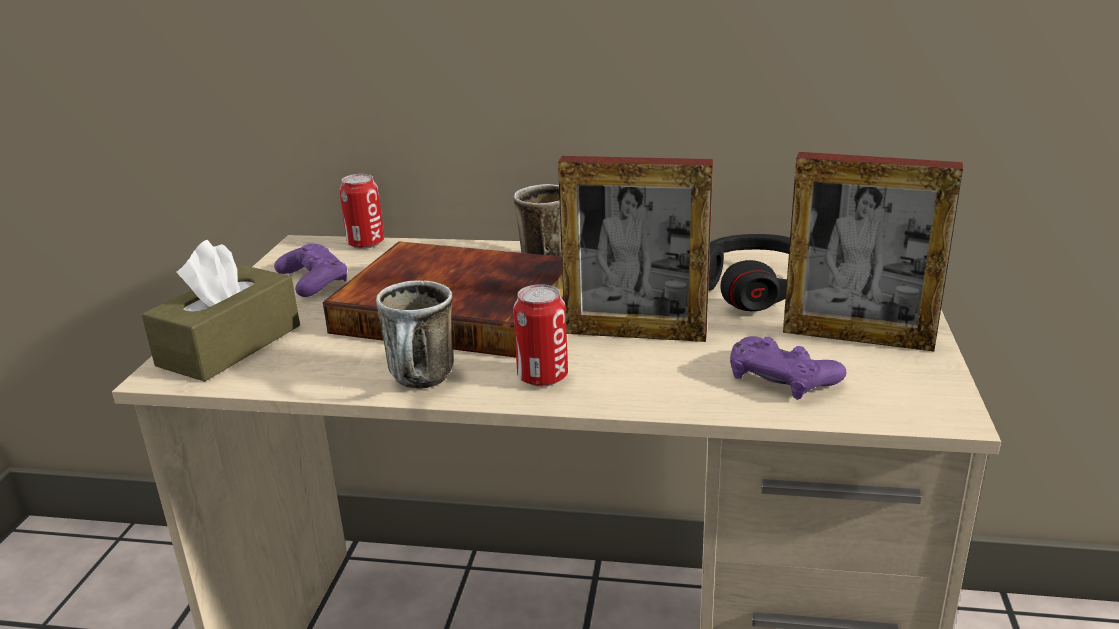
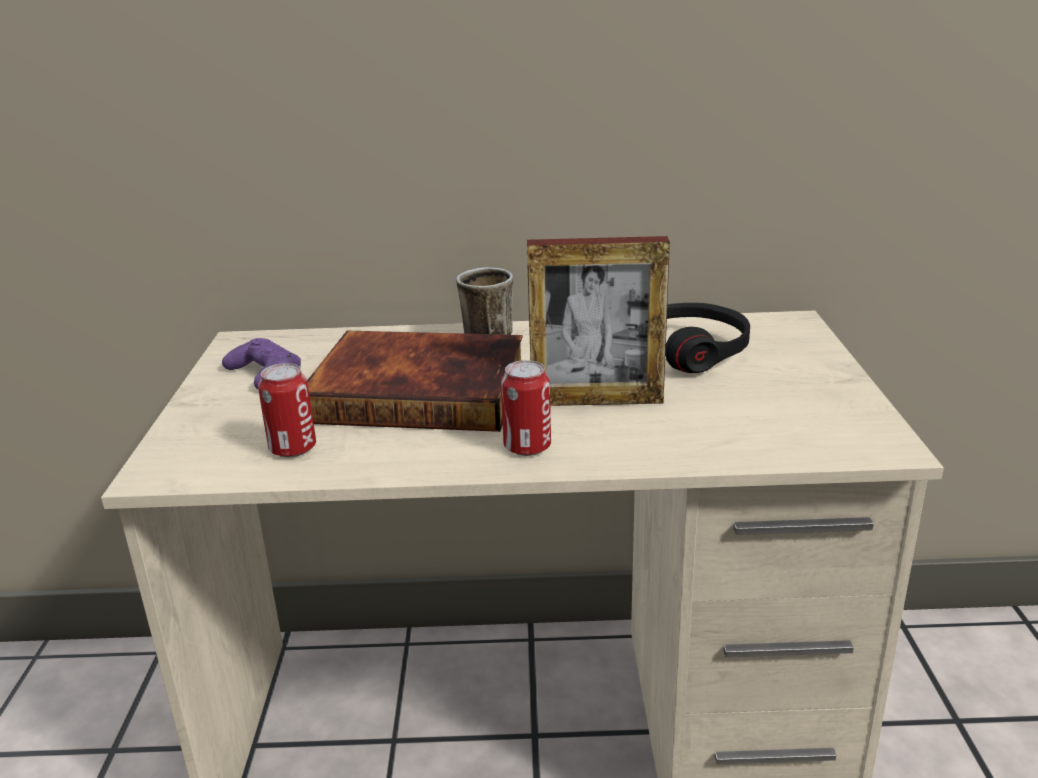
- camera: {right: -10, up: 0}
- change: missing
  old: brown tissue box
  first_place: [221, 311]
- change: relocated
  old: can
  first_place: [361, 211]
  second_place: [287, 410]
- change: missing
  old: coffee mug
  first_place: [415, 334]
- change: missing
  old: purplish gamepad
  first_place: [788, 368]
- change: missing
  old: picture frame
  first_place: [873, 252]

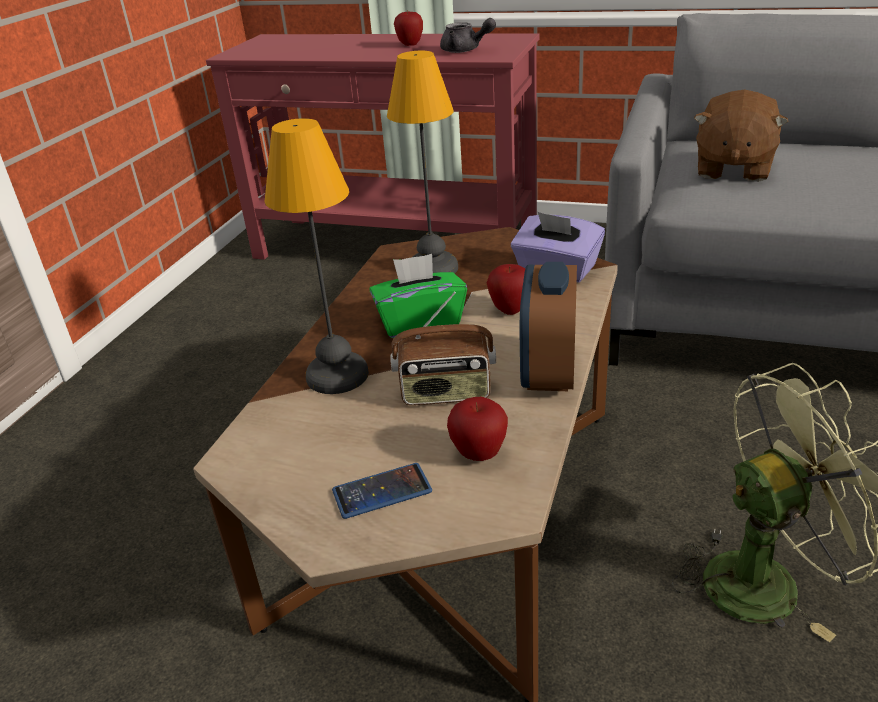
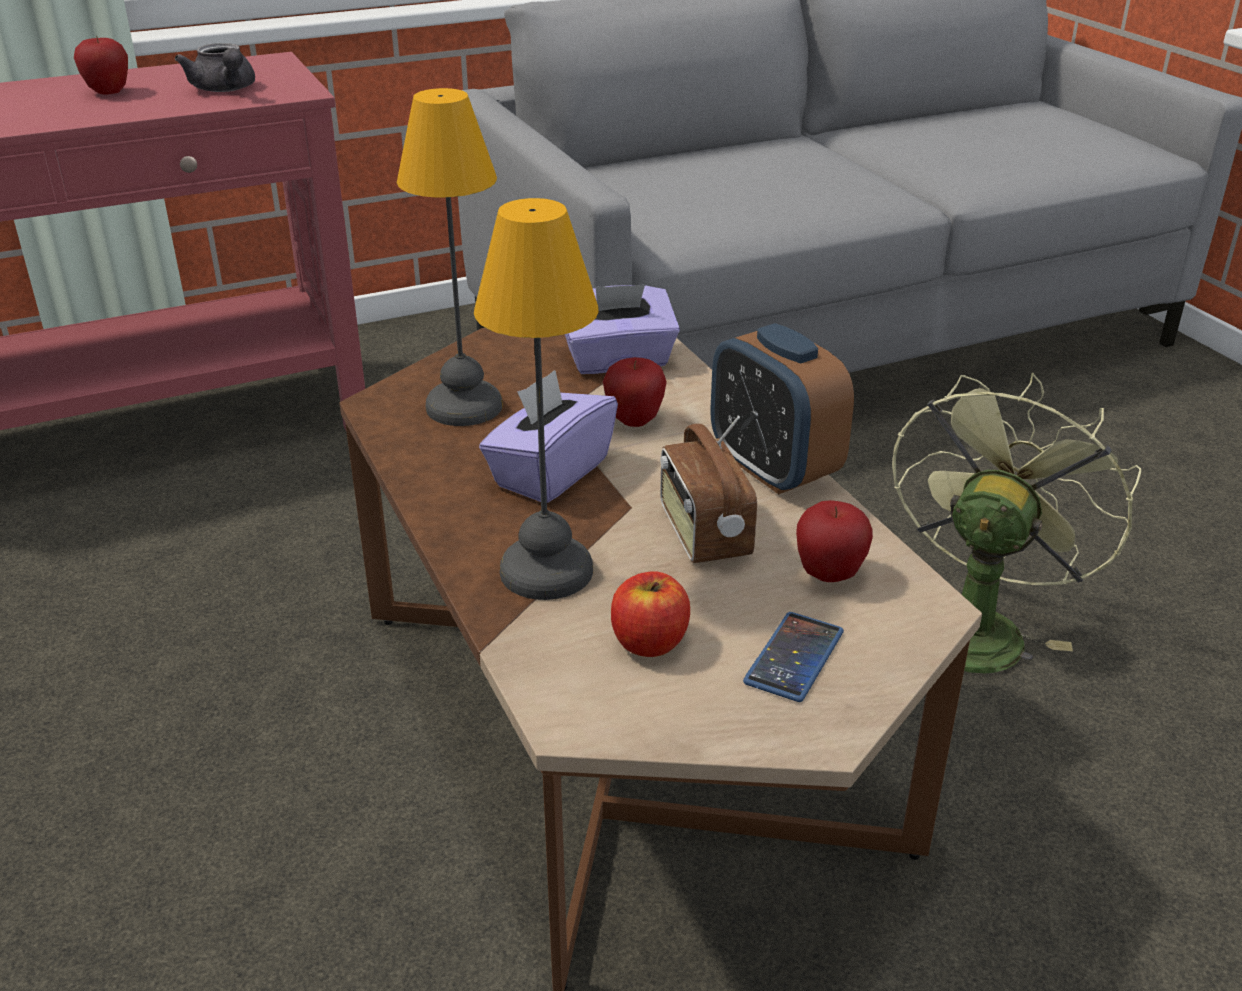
- camera: {right: -45, up: 0}
- change: colour
  old: green tissue box
  new: purplish tissue box
  first_place: [418, 296]
  second_place: [548, 436]
- change: spun
  old: radio
  first_place: [443, 348]
  second_place: [708, 489]
  degrees: 120
- change: spun
  old: greyish teapot
  first_place: [468, 35]
  second_place: [215, 67]
  degrees: 75
- change: missing
  old: brown cuddly toy
  first_place: [741, 136]
- change: appeared
  new: apple fruit
  second_place: [650, 614]

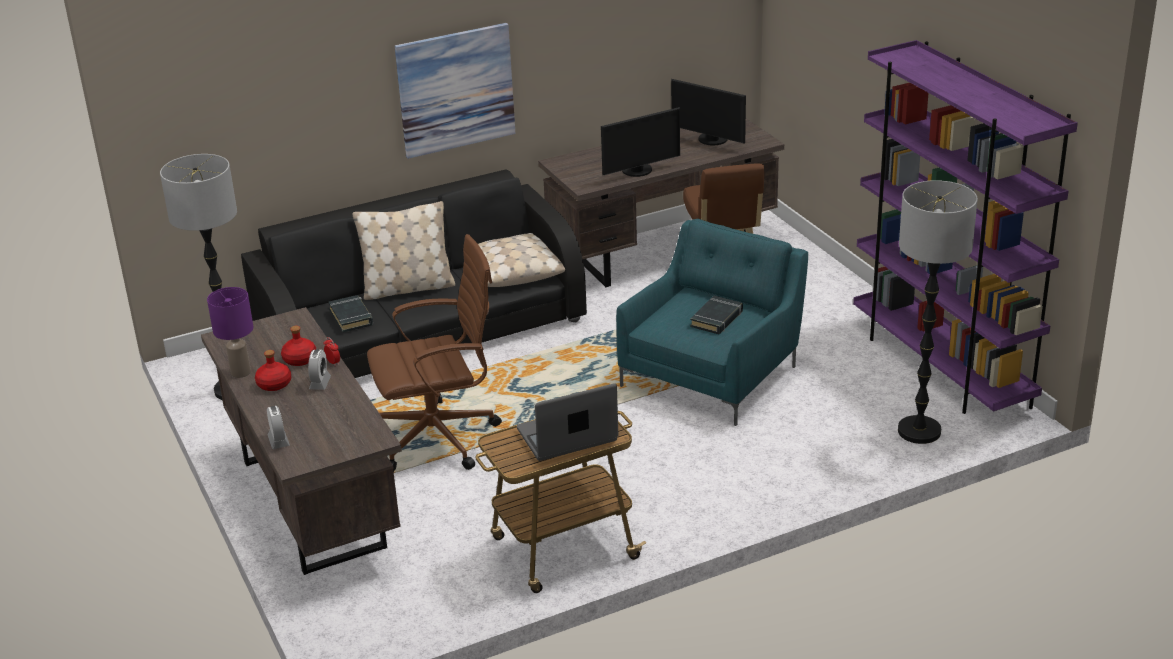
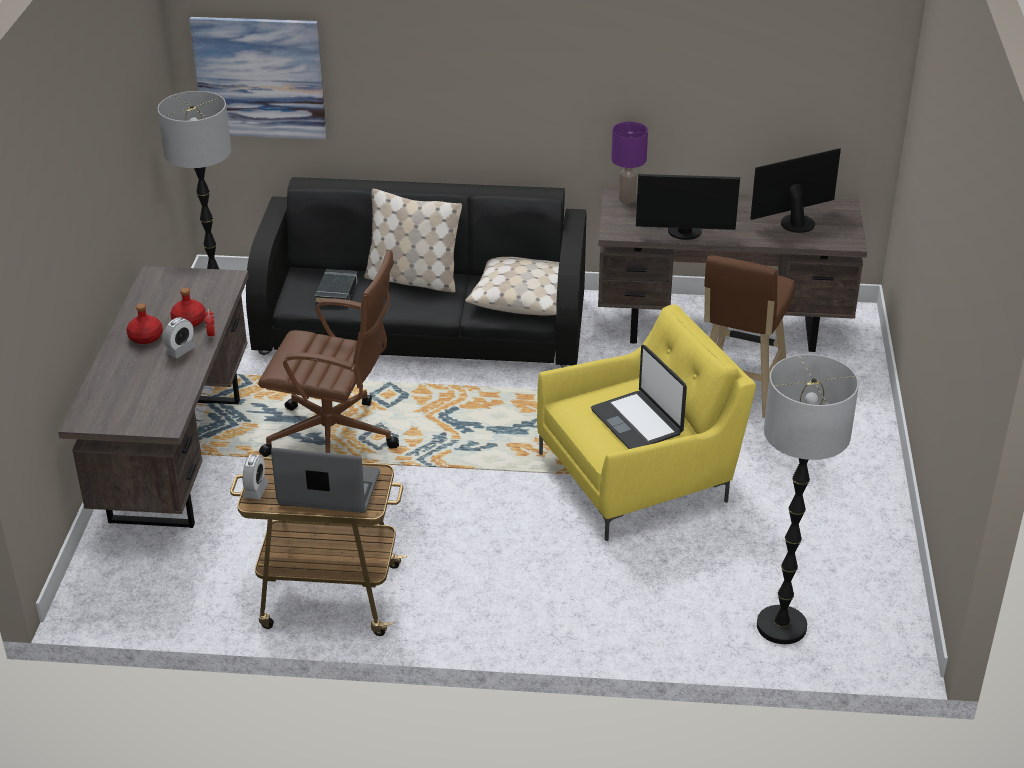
- camera: {right: 30, up: 5}
- change: relocated
  old: purplish lamp for a table
  first_place: [230, 332]
  second_place: [629, 162]
- change: relocated
  old: table clock
  first_place: [278, 427]
  second_place: [256, 476]
- change: relocated
  old: wall art
  first_place: [455, 91]
  second_place: [258, 78]
- change: colour
  old: blue-green armchair
  new: yellow armchair
  first_place: [712, 322]
  second_place: [646, 422]
- change: spun
  old: monitor
  first_place: [708, 112]
  second_place: [795, 191]
  degrees: 90
- change: exchanged
  old: black-coloured book
  new: portable computer
  first_place: [716, 315]
  second_place: [639, 397]
- change: missing
  old: purplish shelving unit
  first_place: [965, 227]

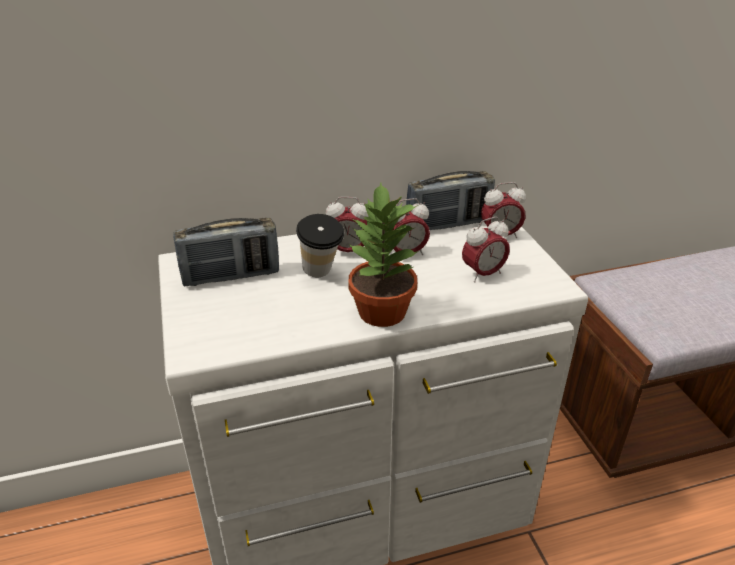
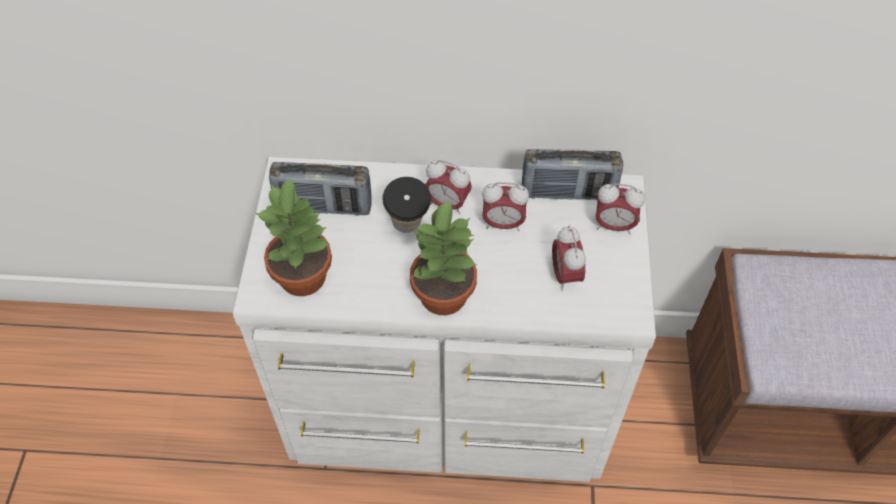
- camera: {right: 20, up: 20}
- change: spun
  old: table clock
  first_place: [486, 250]
  second_place: [569, 258]
  degrees: 90
- change: appeared
  new: potted plant
  second_place: [293, 236]

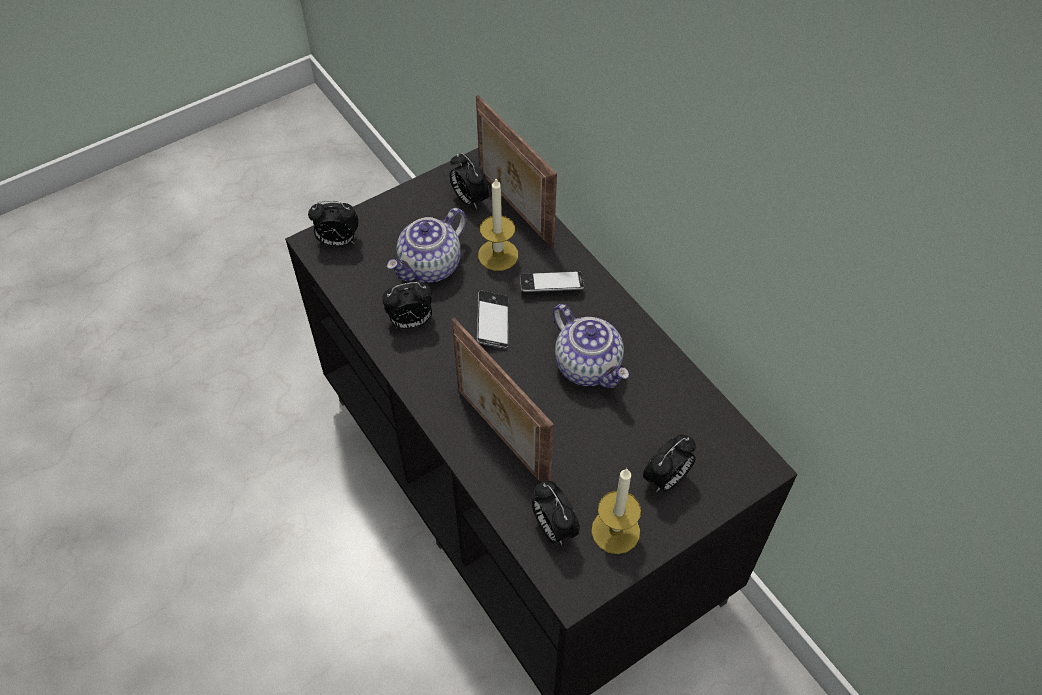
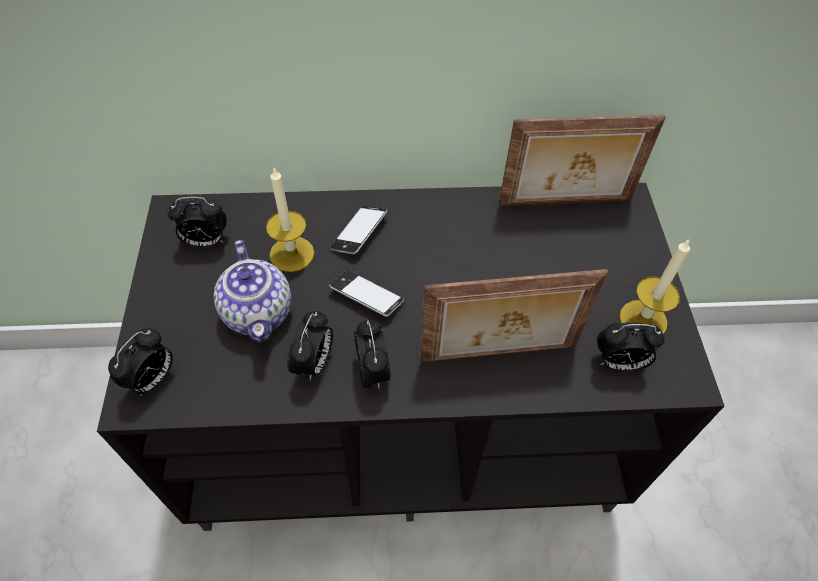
- camera: {right: -60, up: 0}
- change: relocated
  old: picture frame
  first_place: [516, 172]
  second_place: [582, 160]
- change: missing
  old: teapot
  first_place: [591, 346]
- change: relocated
  old: table clock
  first_place: [669, 463]
  second_place: [372, 354]

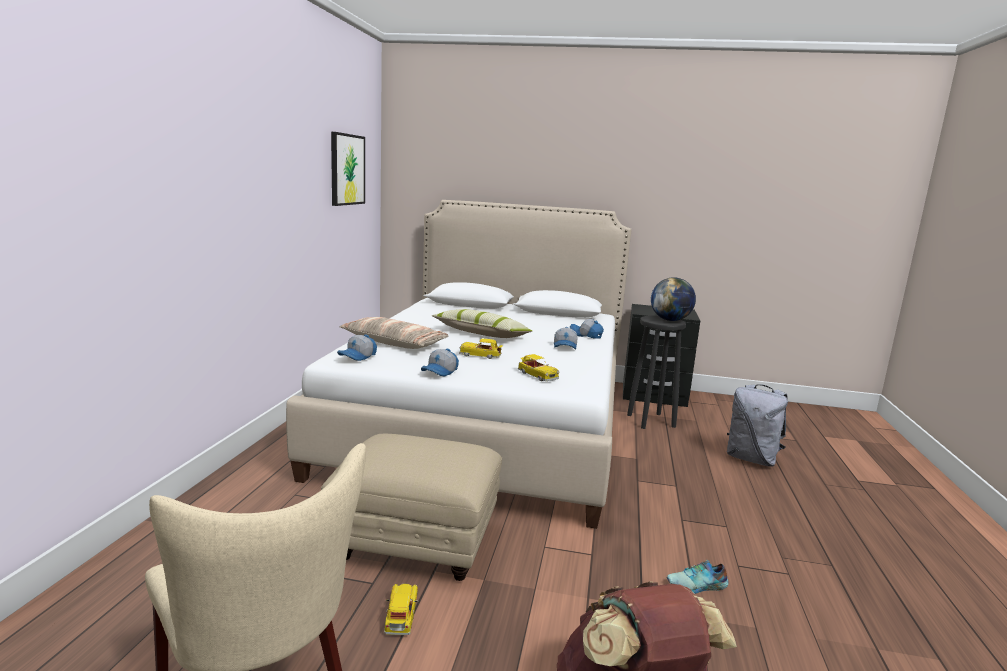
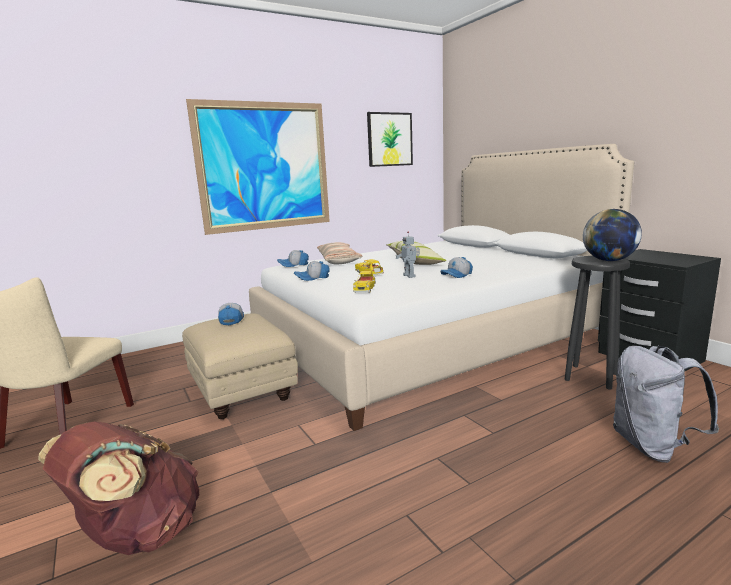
- camera: {right: 50, up: 0}
- change: missing
  old: toy car
  first_place: [401, 609]
- change: relocated
  old: baseball cap
  first_place: [587, 329]
  second_place: [231, 314]
- change: missing
  old: shoe
  first_place: [698, 577]
- change: appeared
  new: wall art
  second_place: [258, 167]
- change: appeared
  new: model robot
  second_place: [408, 254]

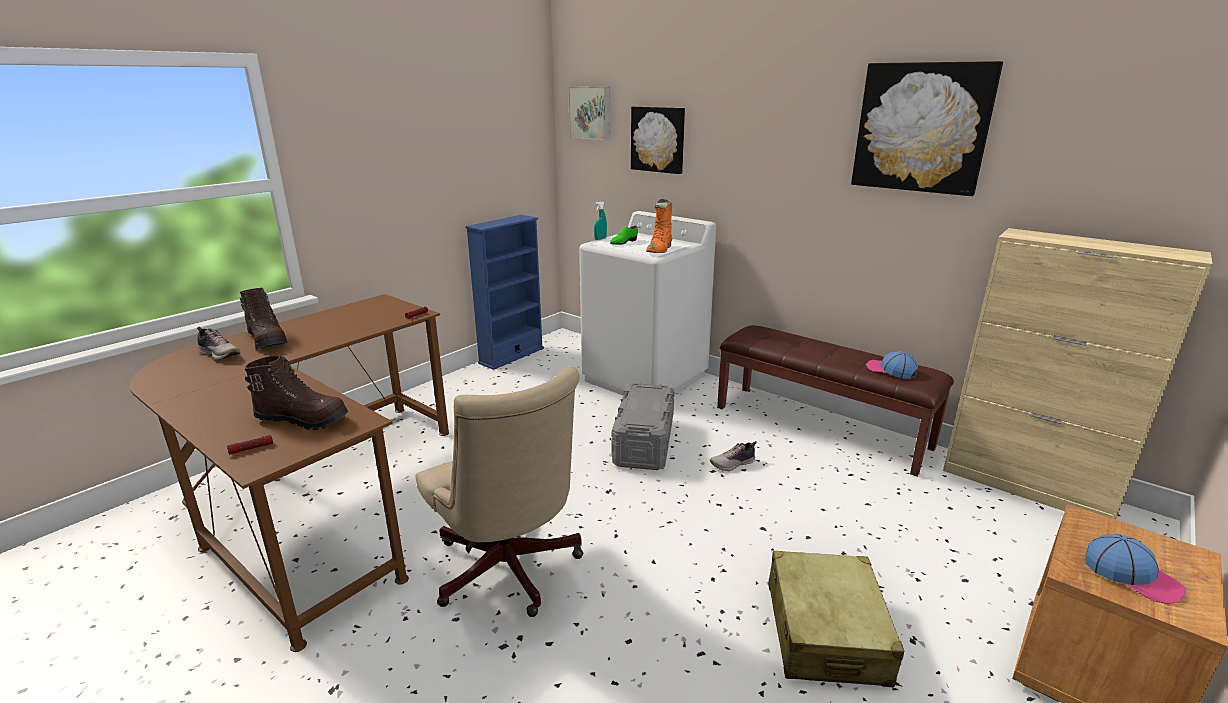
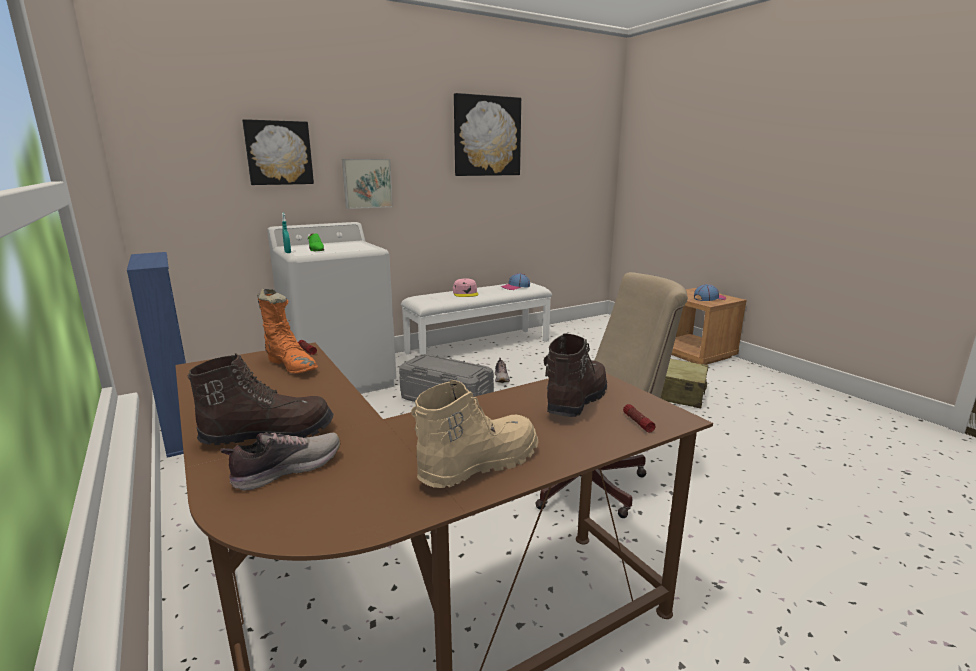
- camera: {right: -70, up: -5}
- change: relocated
  old: wall art
  first_place: [589, 113]
  second_place: [367, 184]
- change: relocated
  old: orange tall boot
  first_place: [659, 225]
  second_place: [287, 331]
- change: colour
  old: brown indoor bench
  new: whitish indoor bench
  first_place: [835, 401]
  second_place: [476, 319]
- change: missing
  old: beige-coloured cupboard
  first_place: [1078, 374]
- change: appeared
  new: beige-coloured tall boot
  second_place: [474, 434]
- change: appeared
  new: pinkish baseball cap
  second_place: [465, 287]

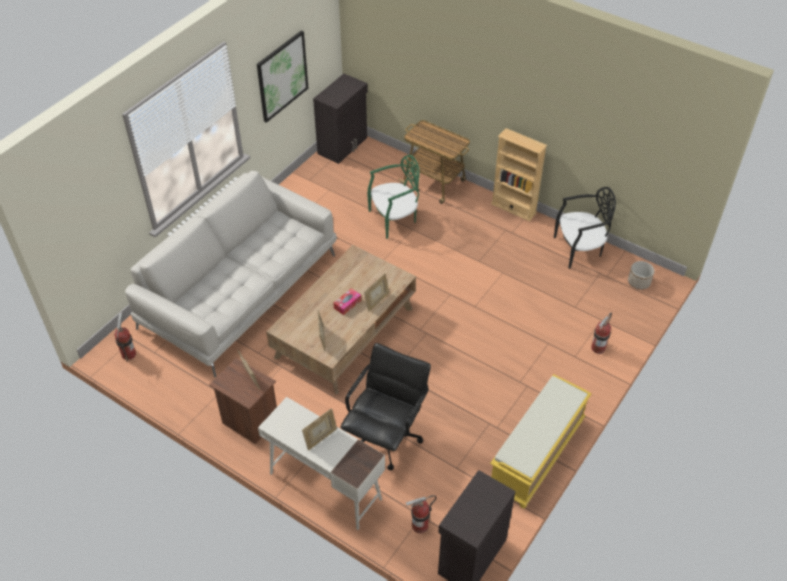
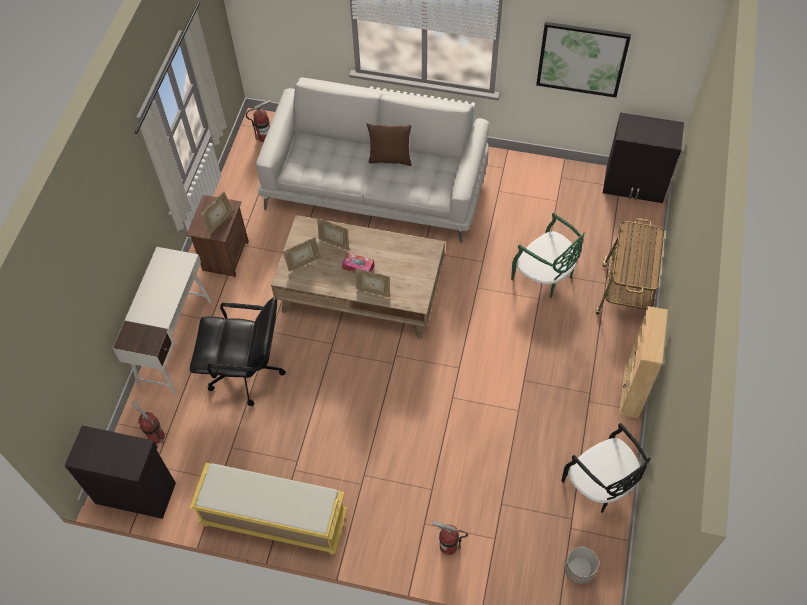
- camera: {right: 70, up: 10}
- change: relocated
  old: picture frame
  first_place: [319, 429]
  second_place: [333, 234]
- change: appeared
  new: brown cushion
  second_place: [388, 144]

